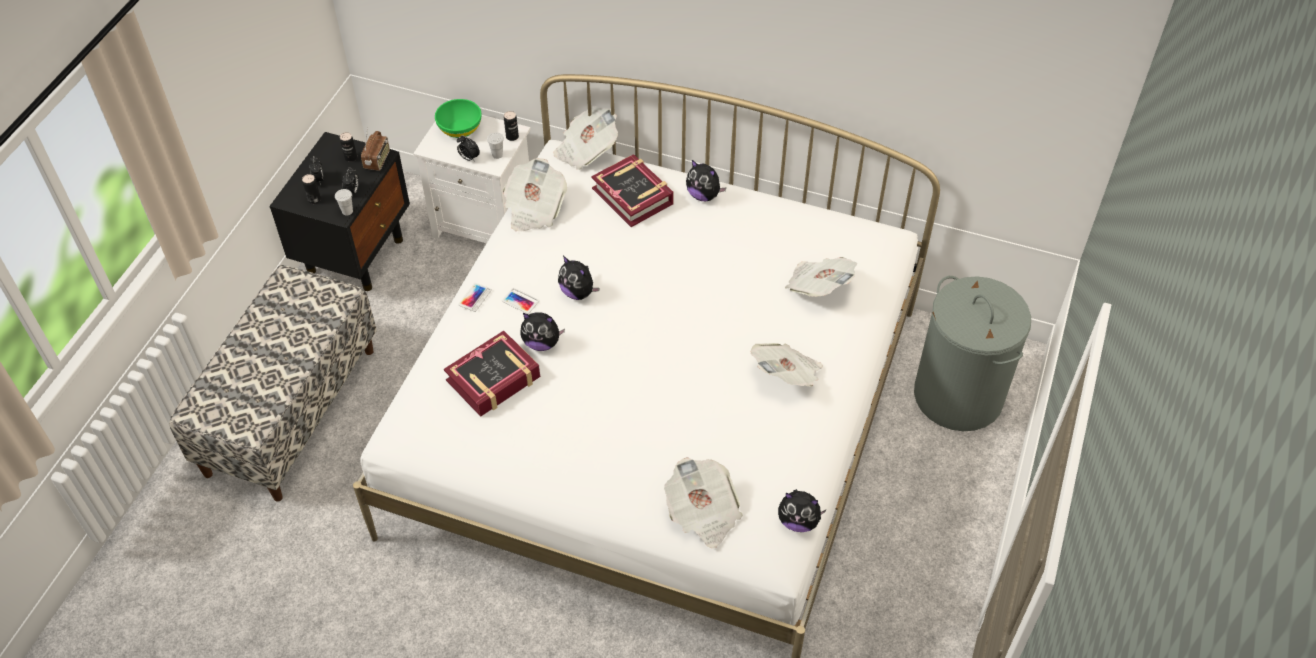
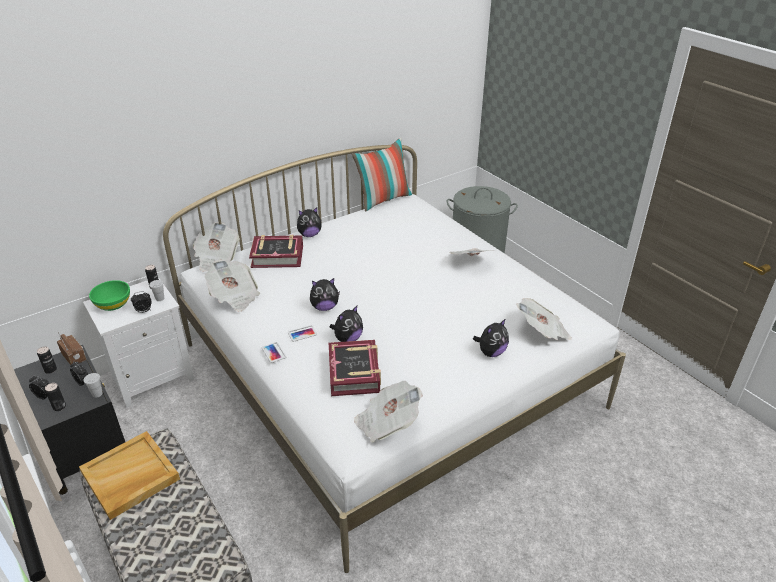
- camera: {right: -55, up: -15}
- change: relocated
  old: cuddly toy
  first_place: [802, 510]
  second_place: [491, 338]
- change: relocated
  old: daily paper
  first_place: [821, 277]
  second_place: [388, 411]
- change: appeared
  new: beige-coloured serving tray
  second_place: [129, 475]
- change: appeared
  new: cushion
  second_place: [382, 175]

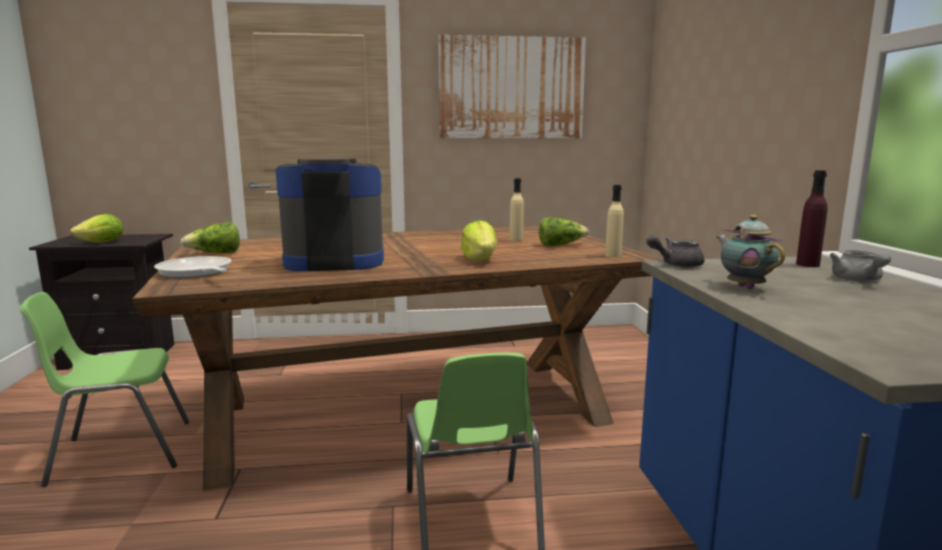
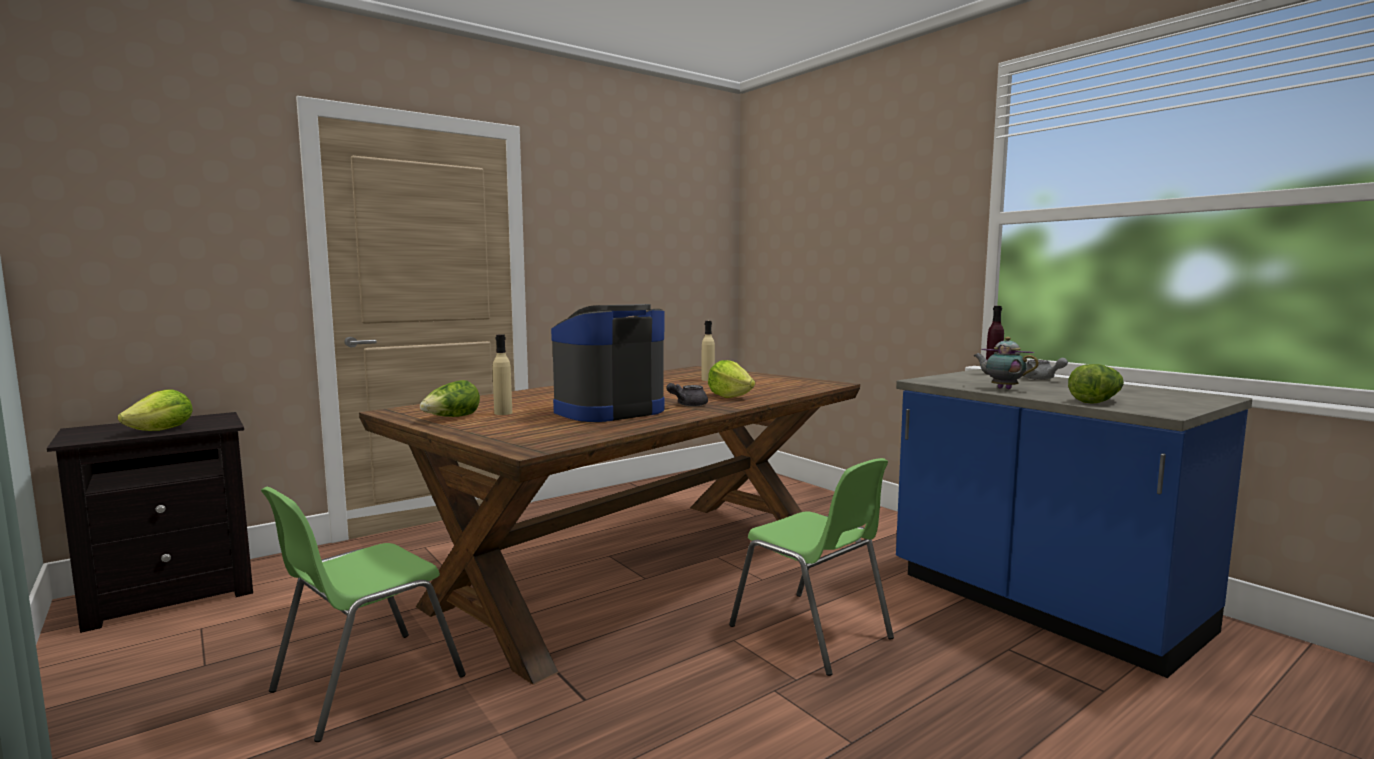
- camera: {right: -30, up: -5}
- change: missing
  old: skillet
  first_place: [192, 267]
- change: missing
  old: wall art
  first_place: [512, 86]
- change: relocated
  old: head of lettuce
  first_place: [564, 231]
  second_place: [1096, 384]
- change: relocated
  old: beige-coloured beverage bottle
  first_place: [614, 221]
  second_place: [502, 375]
- change: relocated
  old: greyish teapot
  first_place: [675, 251]
  second_place: [687, 394]

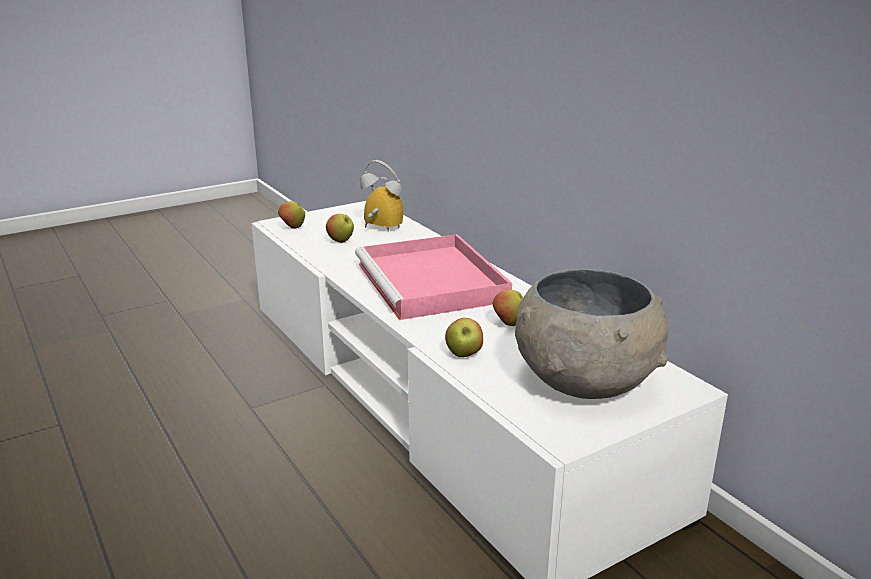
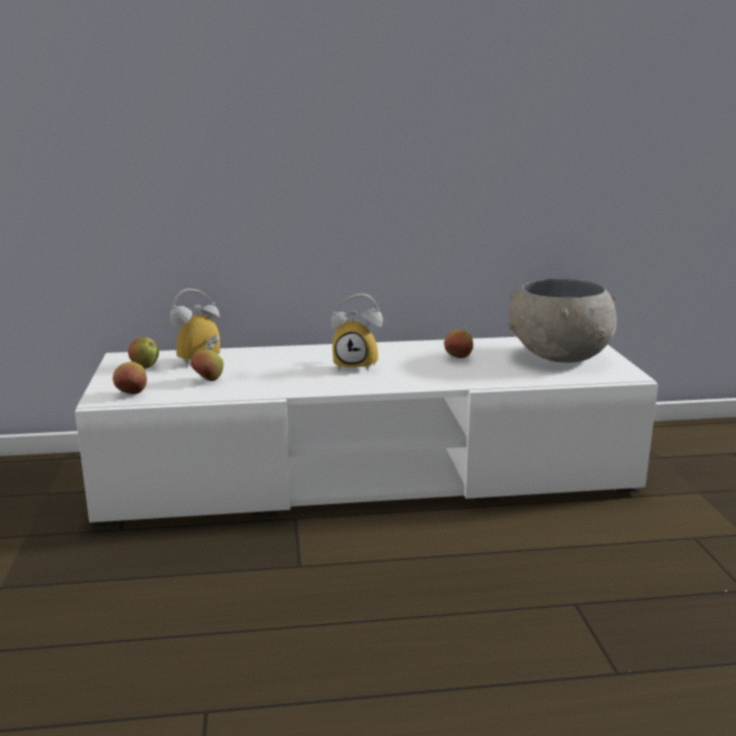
- camera: {right: -65, up: -5}
- change: exchanged
  old: pinkish serving tray
  new: table clock
  first_place: [433, 277]
  second_place: [357, 332]
- change: relocated
  old: apple fruit
  first_place: [464, 337]
  second_place: [143, 353]

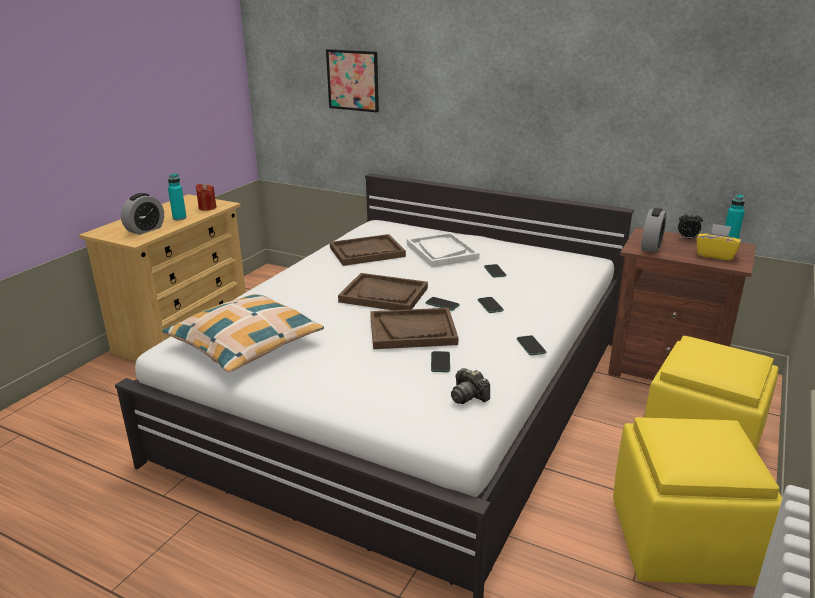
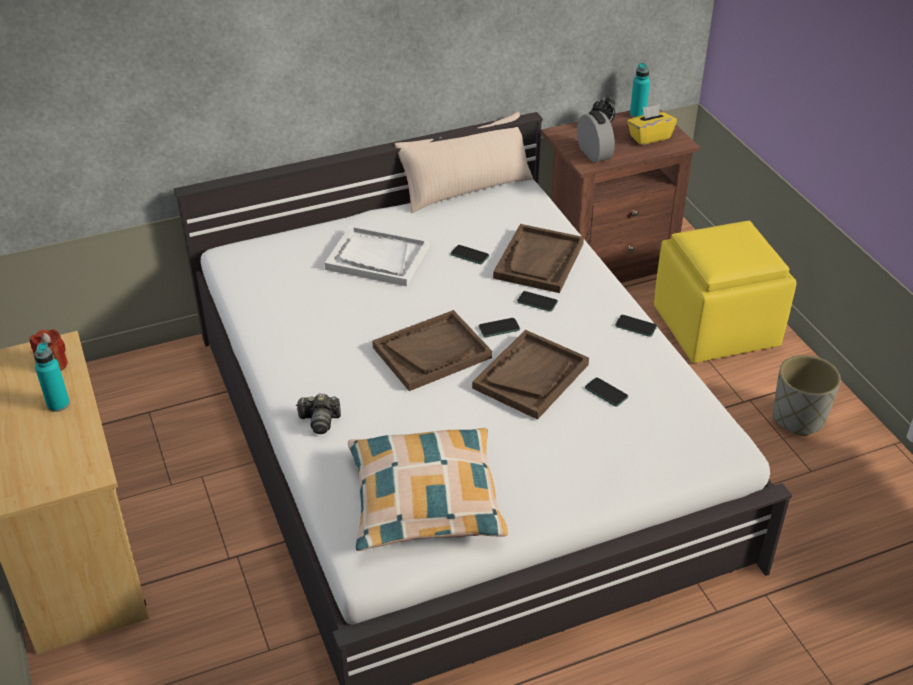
- camera: {right: -50, up: 15}
- change: missing
  old: table clock
  first_place: [142, 214]
- change: missing
  old: wall art
  first_place: [352, 80]
- change: relocated
  old: brown serving tray
  first_place: [368, 250]
  second_place: [538, 258]
- change: relocated
  old: still camera
  first_place: [470, 386]
  second_place: [318, 413]
- change: exchanged
  old: yellow pouffe
  new: greyish planter
  first_place: [697, 501]
  second_place: [807, 395]
- change: appeared
  new: beige-coloured cushion
  second_place: [464, 162]

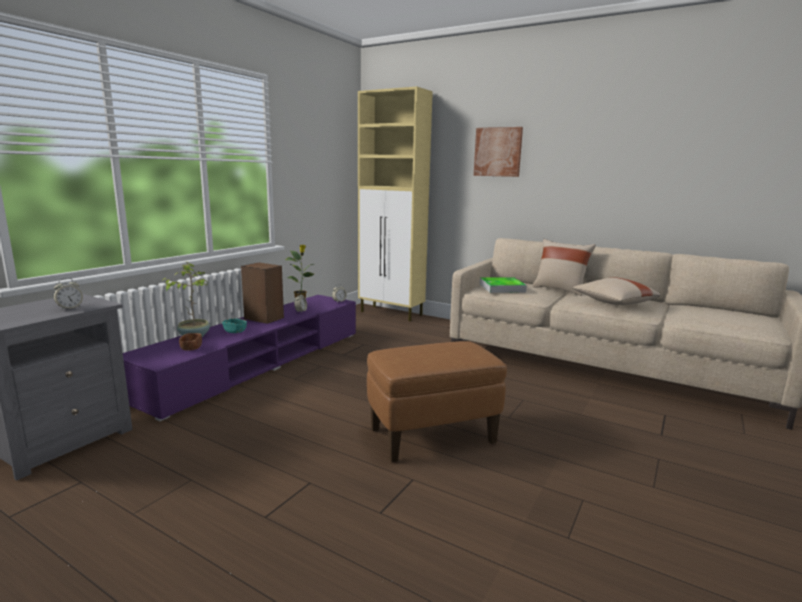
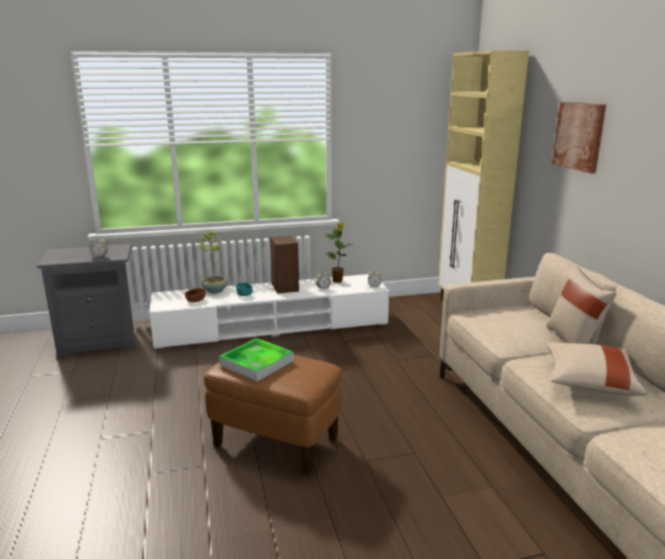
- camera: {right: 45, up: 5}
- change: colour
  old: purplish tv stand
  new: whitish tv stand
  first_place: [239, 358]
  second_place: [269, 311]
- change: relocated
  old: serving tray
  first_place: [503, 285]
  second_place: [256, 359]

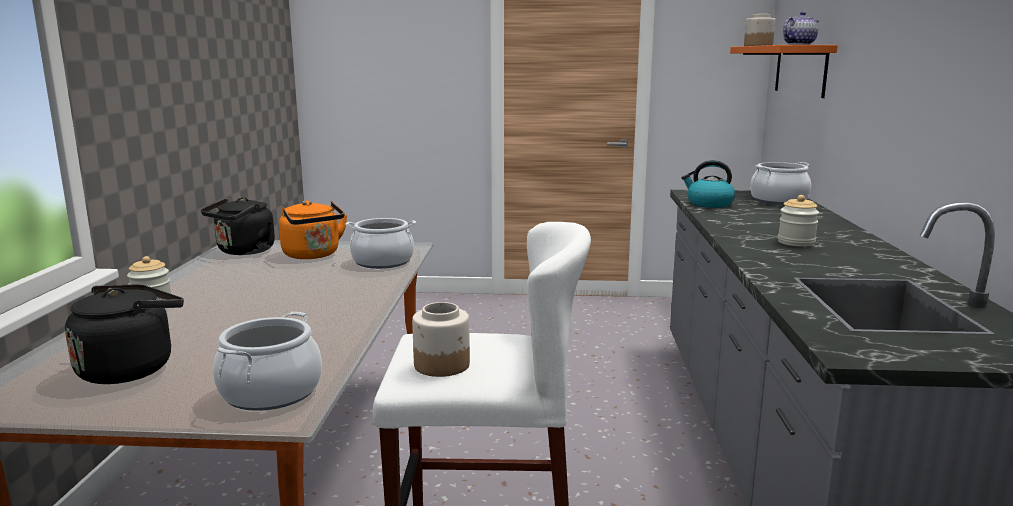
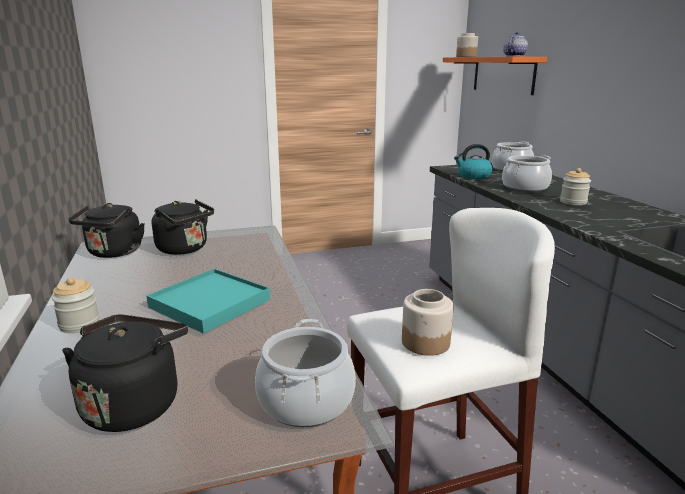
- camera: {right: -20, up: 5}
- change: colour
  old: orange water kettle
  new: black-coloured water kettle
  first_place: [313, 229]
  second_place: [183, 227]
- change: relocated
  old: cooking pot
  first_place: [380, 243]
  second_place: [527, 173]
- change: appeared
  new: blue-green serving tray
  second_place: [208, 301]

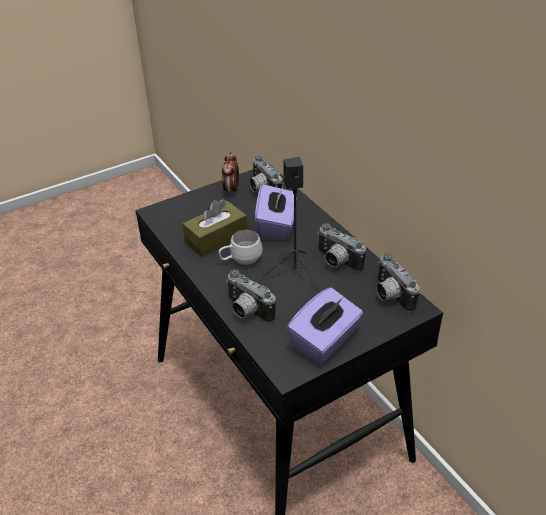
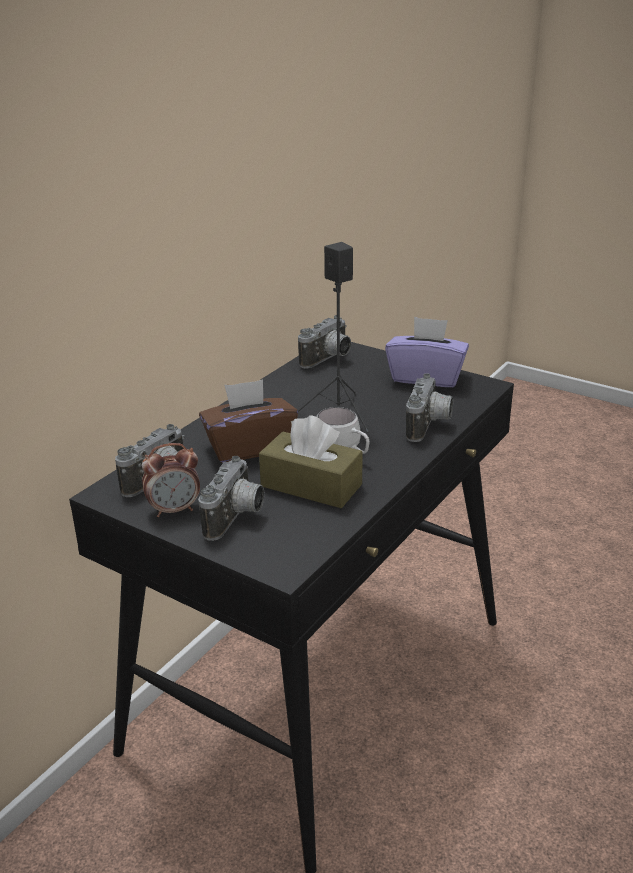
- camera: {right: -115, up: -10}
- change: colour
  old: purplish tissue box
  new: brown tissue box
  first_place: [274, 212]
  second_place: [248, 421]
- change: relocated
  old: still camera
  first_place: [341, 247]
  second_place: [231, 498]

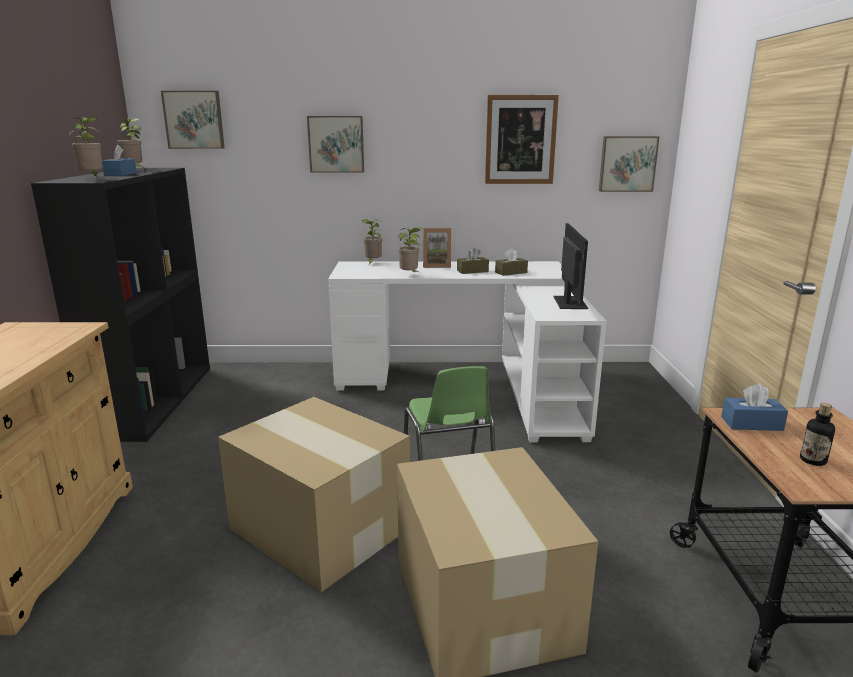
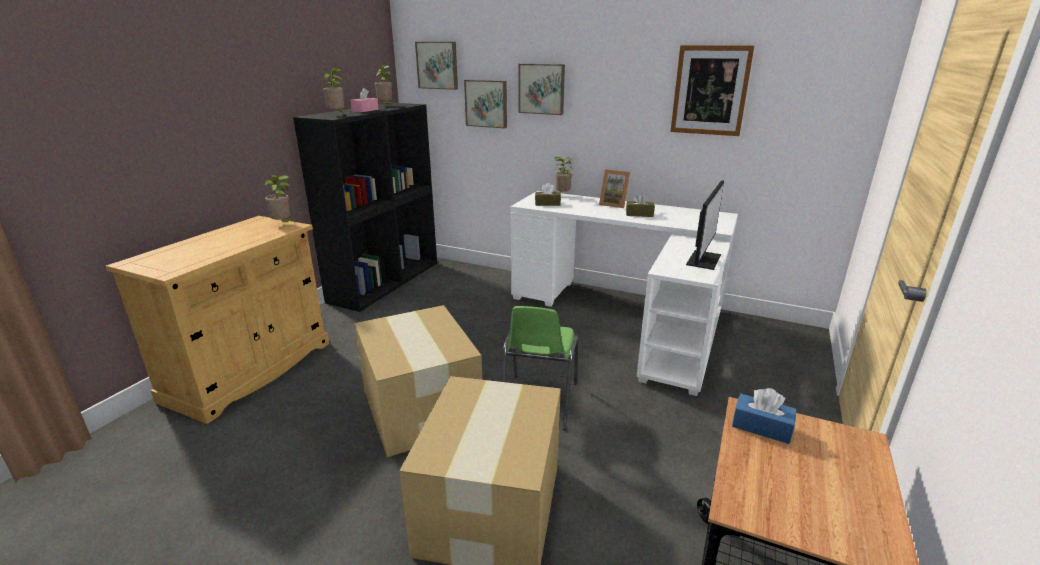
- camera: {right: 25, up: 5}
- change: colour
  old: bluish tissue box
  new: pinkish tissue box
  first_place: [119, 160]
  second_place: [365, 100]
- change: relocated
  old: potted plant
  first_place: [410, 249]
  second_place: [279, 198]
- change: relocated
  old: brown tissue box
  first_place: [511, 262]
  second_place: [548, 194]
- change: relocated
  old: wall art
  first_place: [629, 164]
  second_place: [485, 104]
- change: missing
  old: beverage bottle
  first_place: [817, 434]

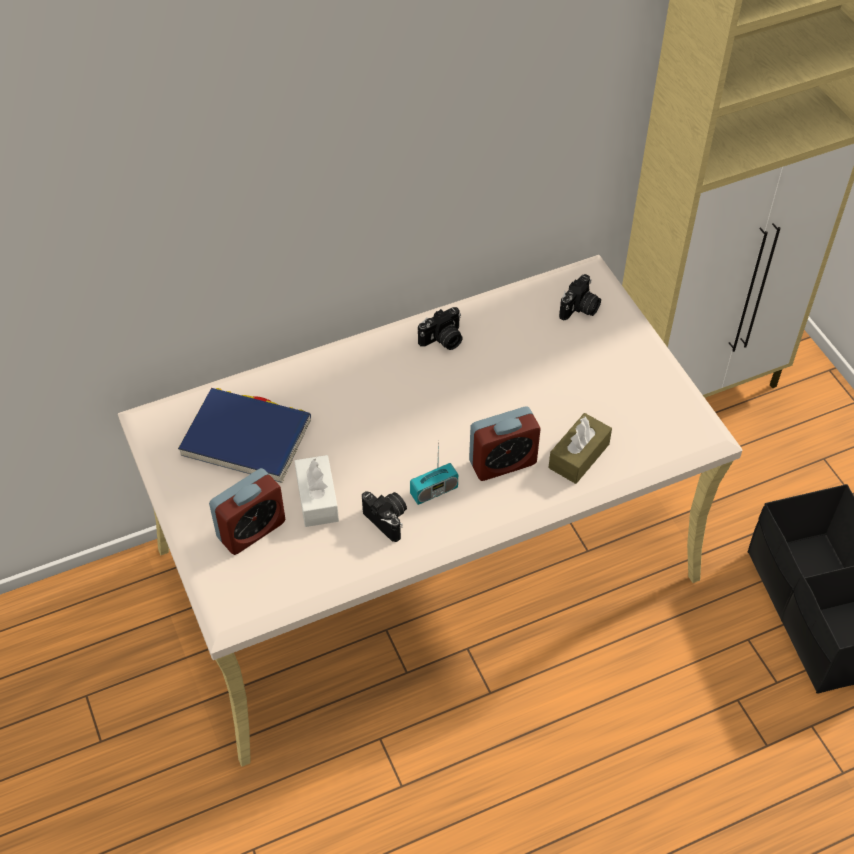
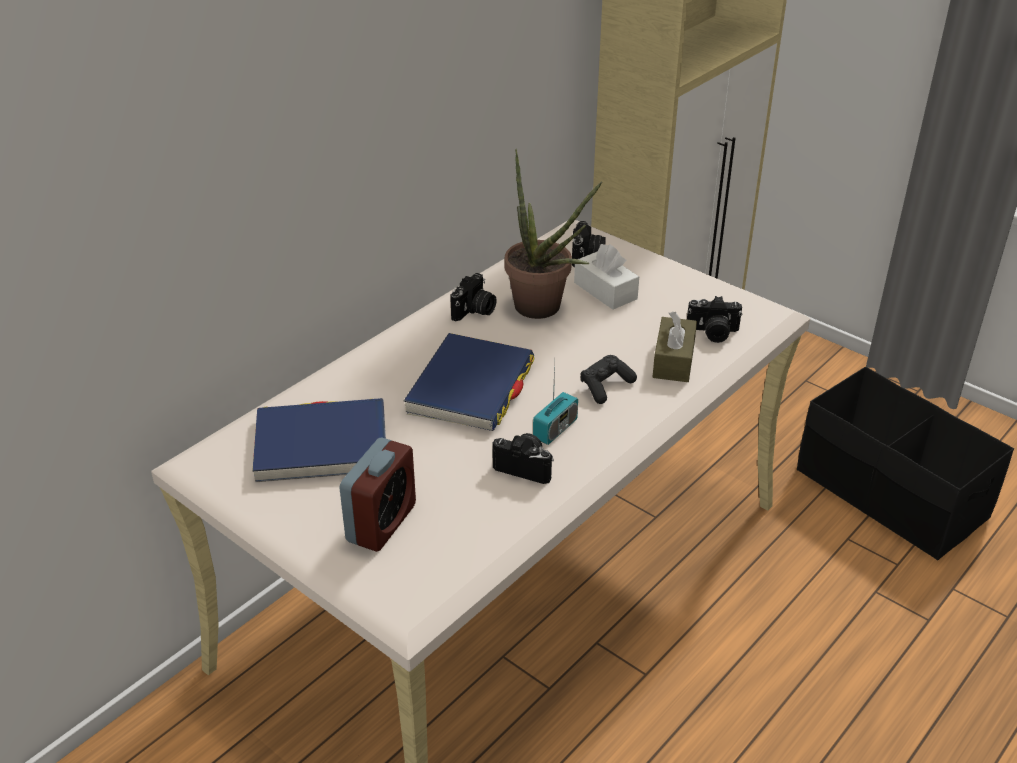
- camera: {right: -25, up: -15}
- change: relocated
  old: whitish tissue box
  first_place: [316, 491]
  second_place: [606, 277]
- change: exchanged
  old: table clock
  new: black-coloured gamepad
  first_place: [504, 443]
  second_place: [608, 379]
- change: appeared
  new: bluish book
  second_place: [469, 382]
- change: appeared
  new: potted plant
  second_place: [553, 234]
- change: appeared
  new: still camera
  second_place: [714, 319]

